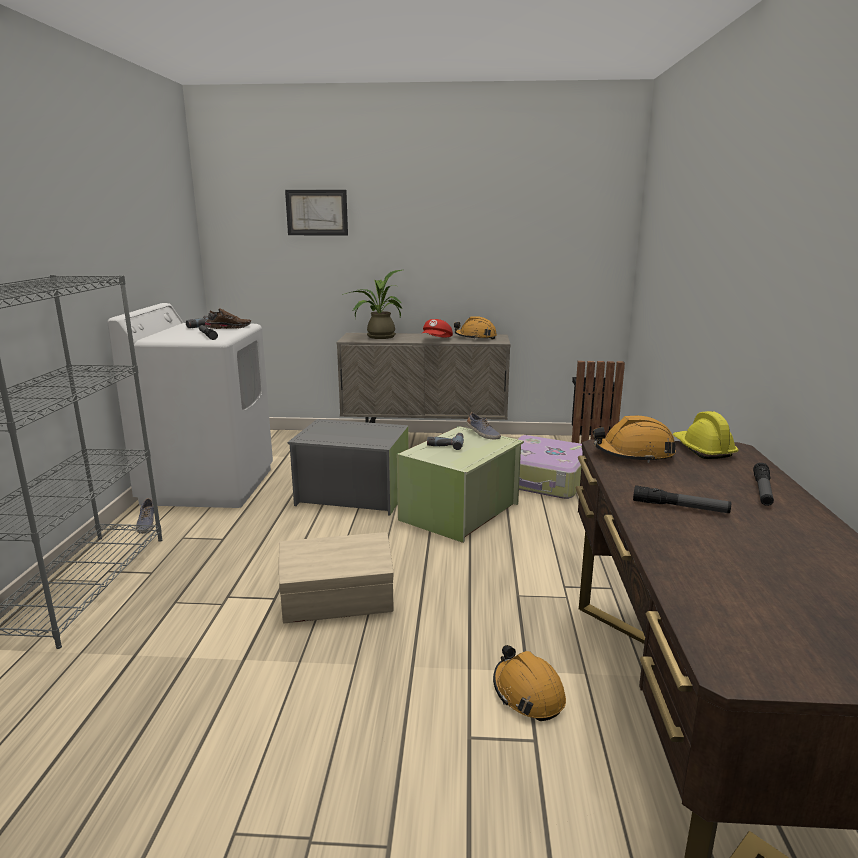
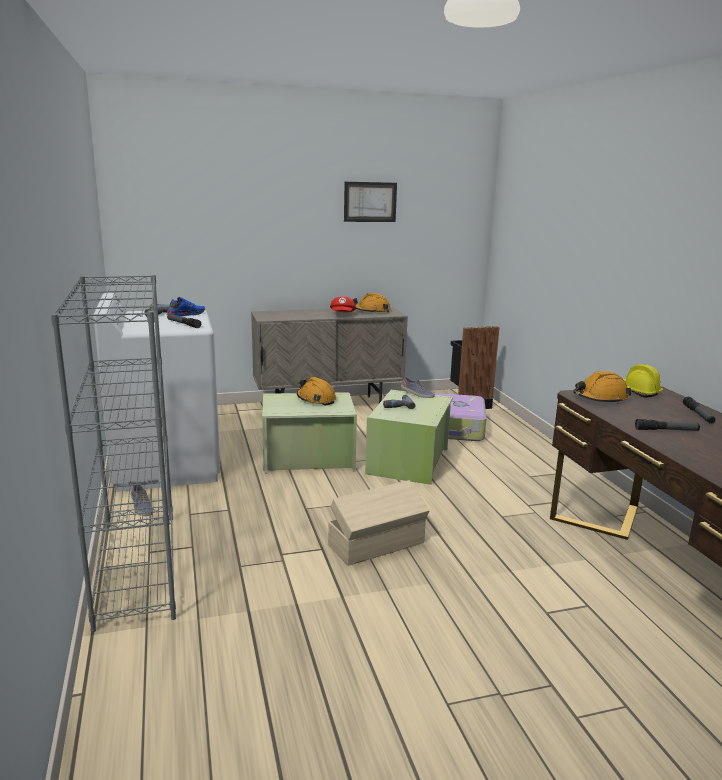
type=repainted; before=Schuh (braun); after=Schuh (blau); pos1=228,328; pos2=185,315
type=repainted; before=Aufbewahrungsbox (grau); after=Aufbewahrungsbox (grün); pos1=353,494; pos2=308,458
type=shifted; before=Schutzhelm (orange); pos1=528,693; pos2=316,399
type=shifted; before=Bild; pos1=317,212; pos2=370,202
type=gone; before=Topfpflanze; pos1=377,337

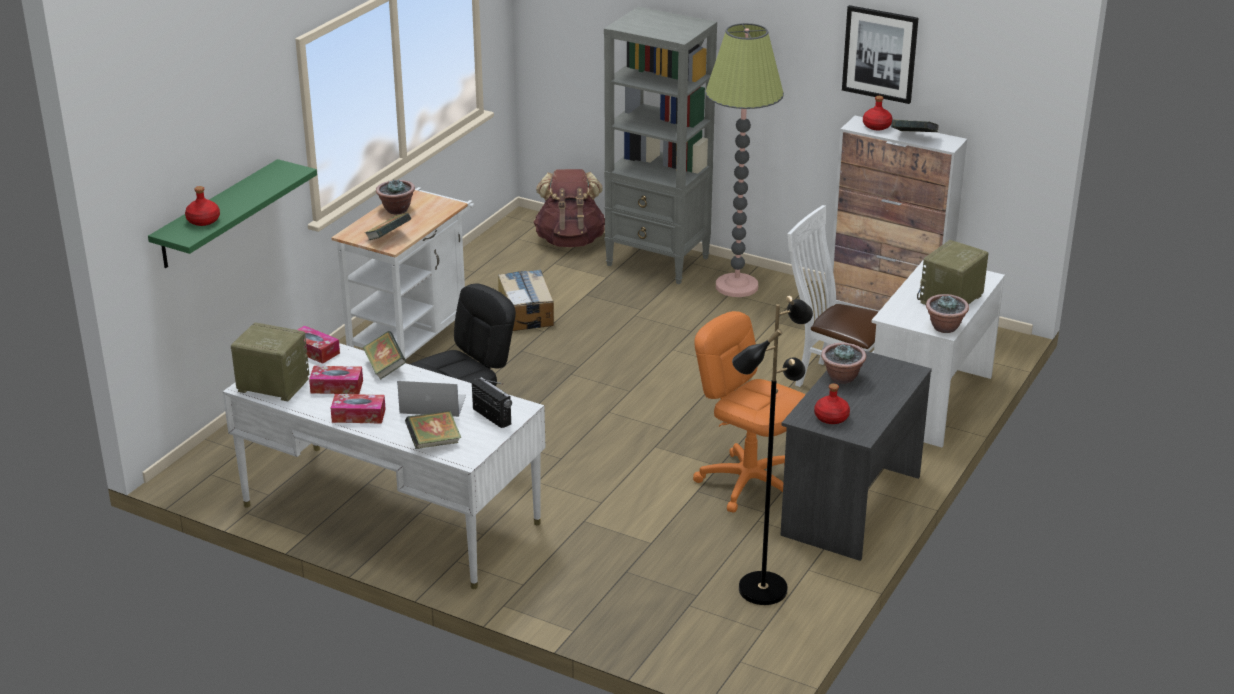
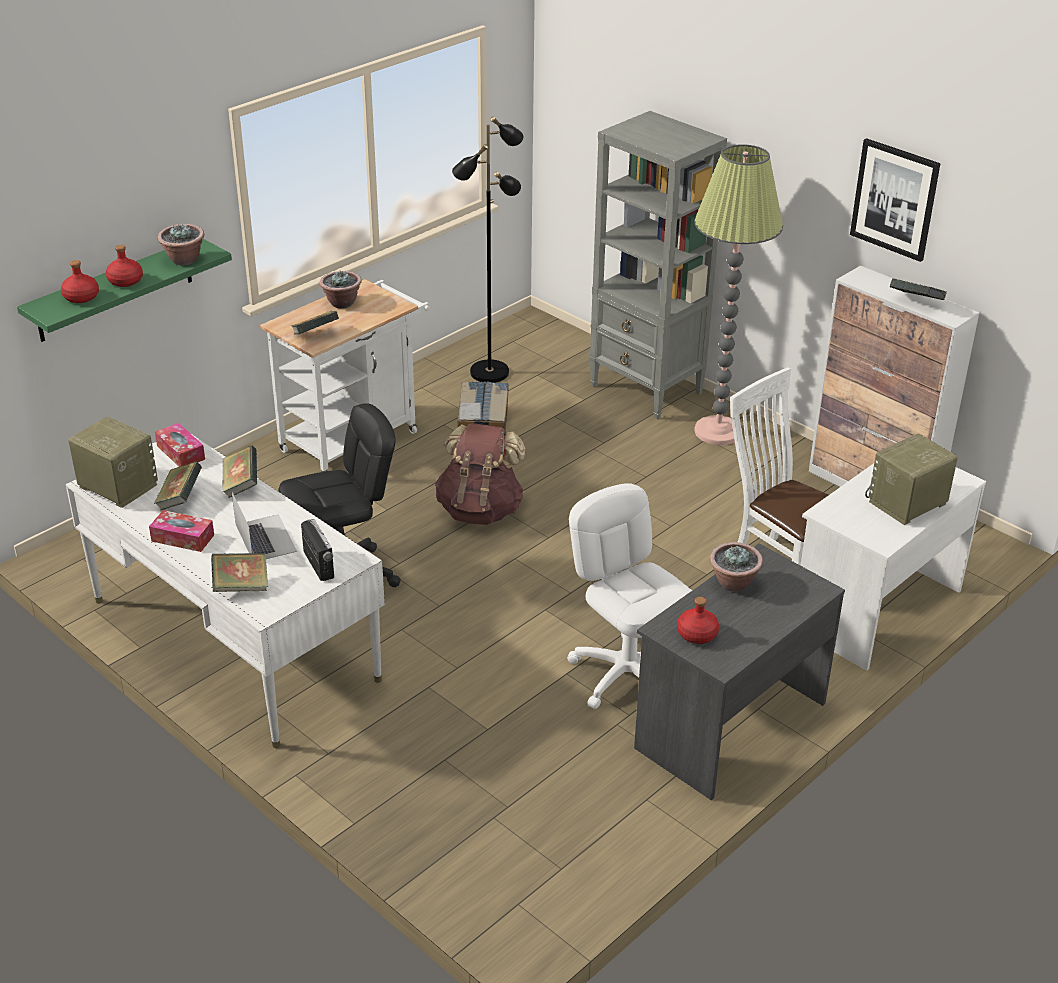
type=shifted; before=Flasche (rot); pos1=877,126; pos2=126,281
type=swapped; before=Taschentuchbox; after=Buch; pos1=337,387; pos2=180,499
type=shifted; before=Topfpflanze; pos1=945,327; pos2=184,260
type=rotated; before=Laptop; pos1=432,404; pos2=265,538; turn=45
type=shifted; before=Rucksack (braun); pos1=570,240; pos2=480,510
type=shifted; before=Stehlampe (schwarz); pos1=762,588; pos2=489,372
type=repainted; before=Bürostuhl (orange); after=Bürostuhl (weiß); pos1=748,483; pos2=627,674

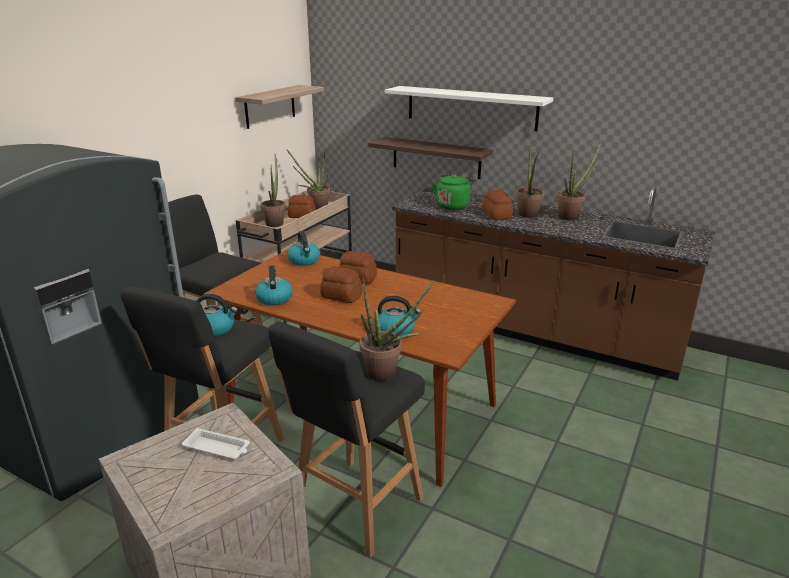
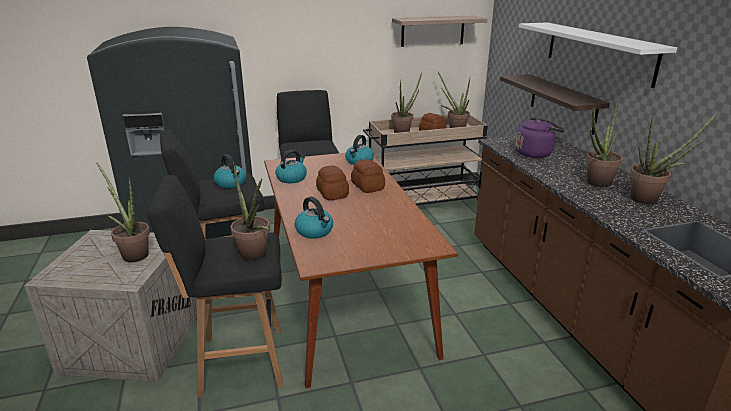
type=swapped; before=Tablett (weiß); after=Topfpflanze; pos1=218,448; pos2=133,254
type=repainted; before=Wasserkessel (grün); after=Wasserkessel (lila); pos1=453,206; pos2=535,153
type=gone; before=Brot; pos1=496,215

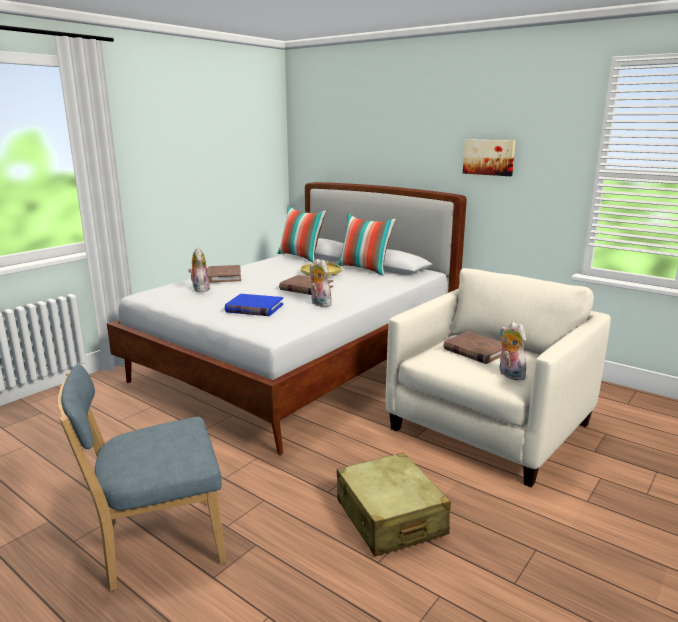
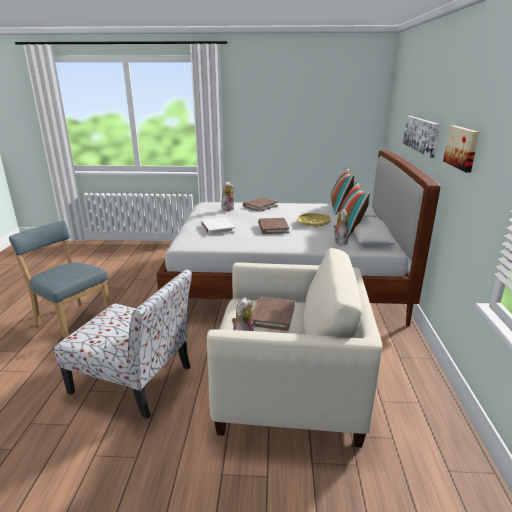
type=swapped; before=Koffer (beige); after=Stuhl; pos1=390,518; pos2=134,380
type=repainted; before=Buch (blau); after=Buch (weiß); pos1=254,308; pos2=217,228
type=shifted; before=Plüschtier; pos1=319,304; pos2=339,242
type=new; after=Bild; pos2=421,134

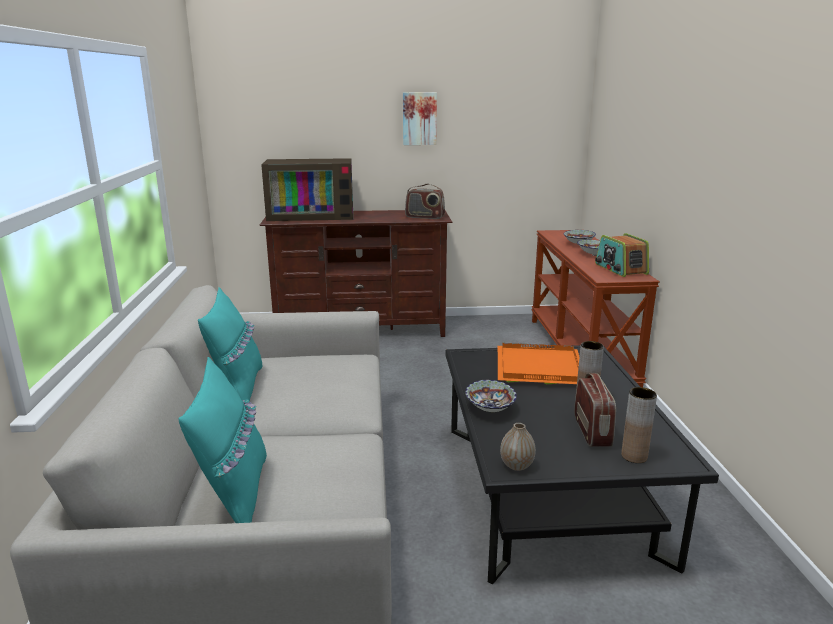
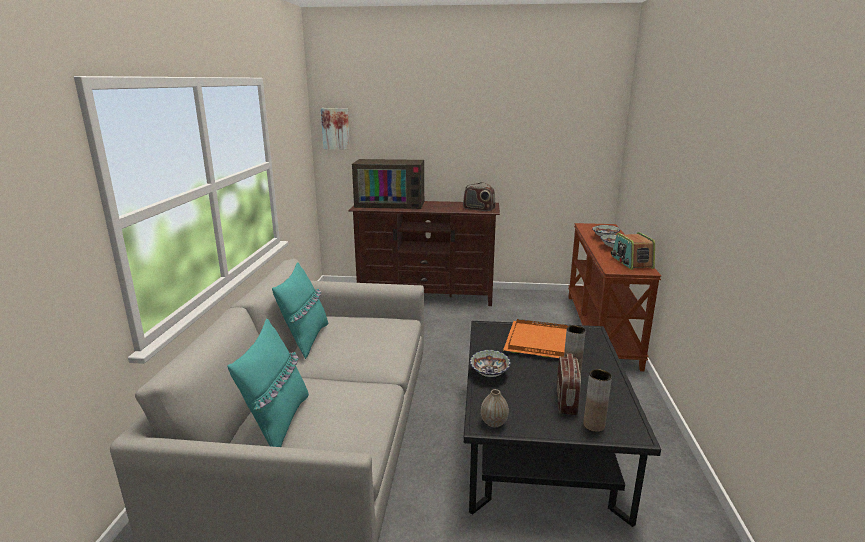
type=shifted; before=Bild; pos1=419,118; pos2=335,128

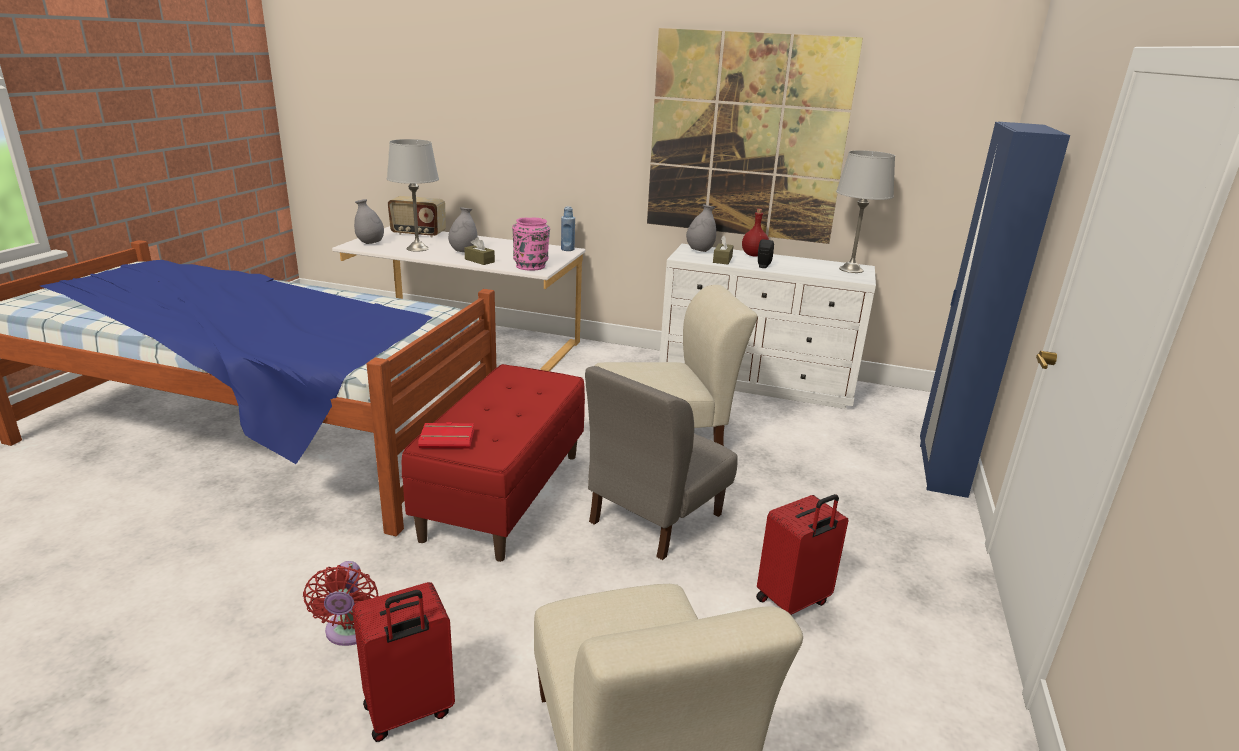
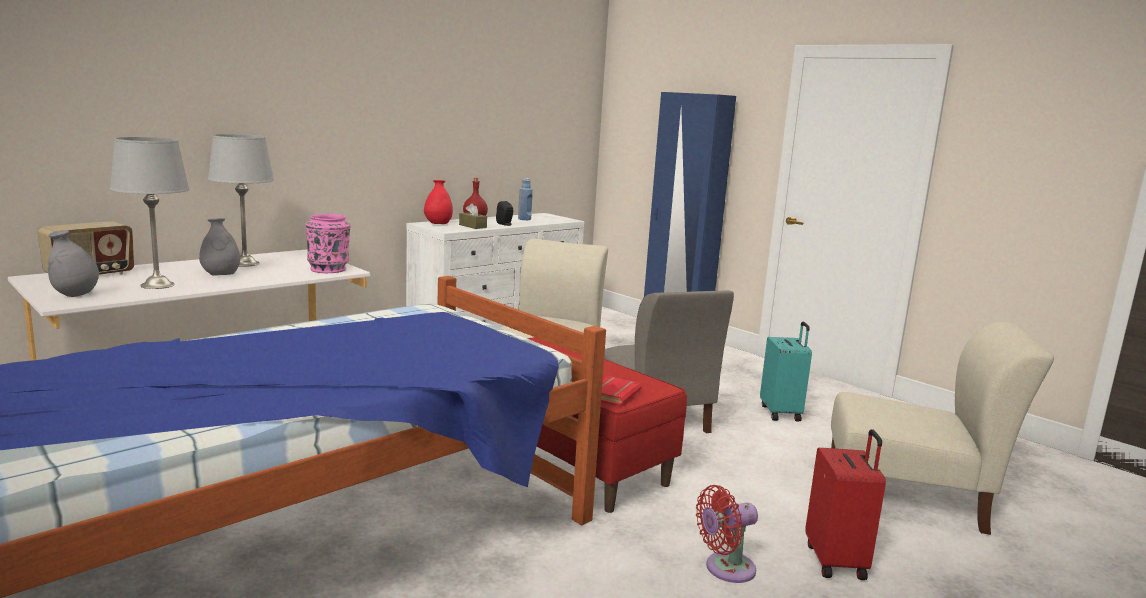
type=shifted; before=Tischlampe (grau); pos1=851,269; pos2=245,263
type=repainted; before=Vase (grau); after=Vase (rot); pos1=700,251; pos2=438,224
type=shifted; before=Flasche (blau); pos1=567,249; pos2=524,219
type=rotated; before=Ventilator (rot); pos1=350,632; pos2=725,569; turn=135
type=repainted; before=Koffer (rot); after=Koffer (türkis); pos1=793,602; pos2=781,413
type=gone; before=Taschentuchbox (braun); pos1=479,260
type=gone; before=Bild; pos1=746,138

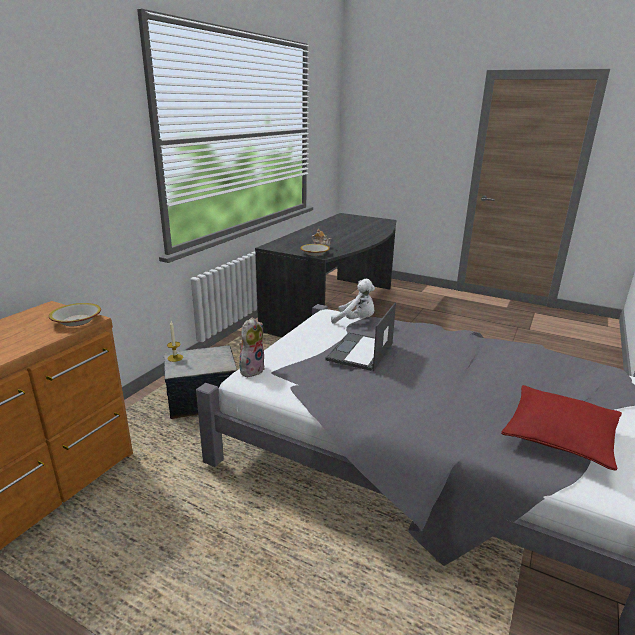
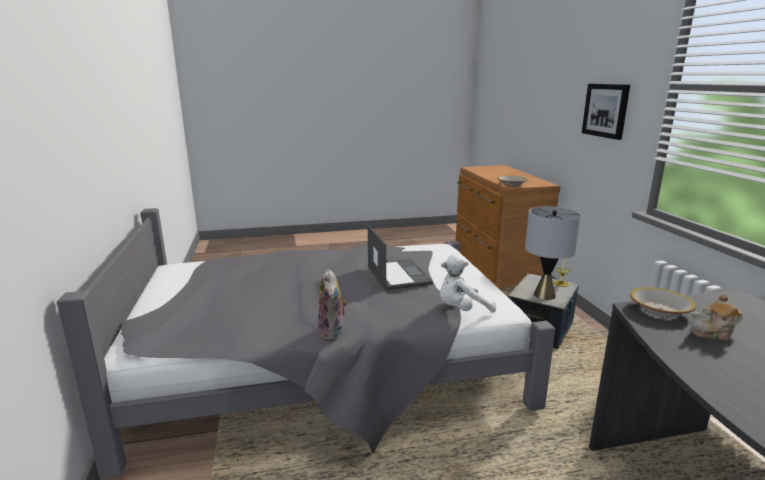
type=shifted; before=Plüschtier; pos1=251,369; pos2=333,333
type=new; after=Tischlampe (grau); pos2=544,295
type=new; after=Bild; pos2=606,110
type=gone; before=Kissen (rot); pos1=559,435

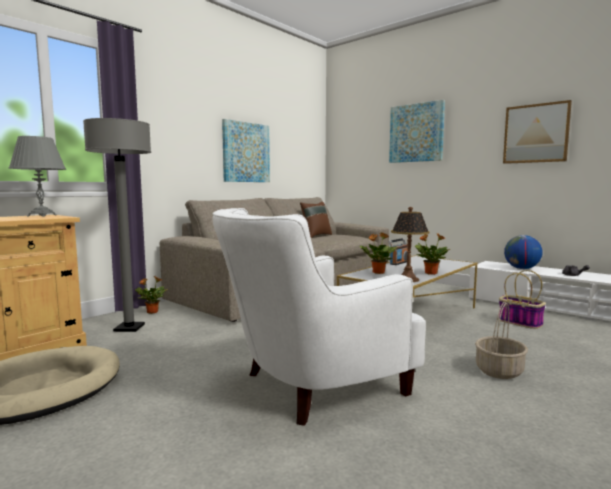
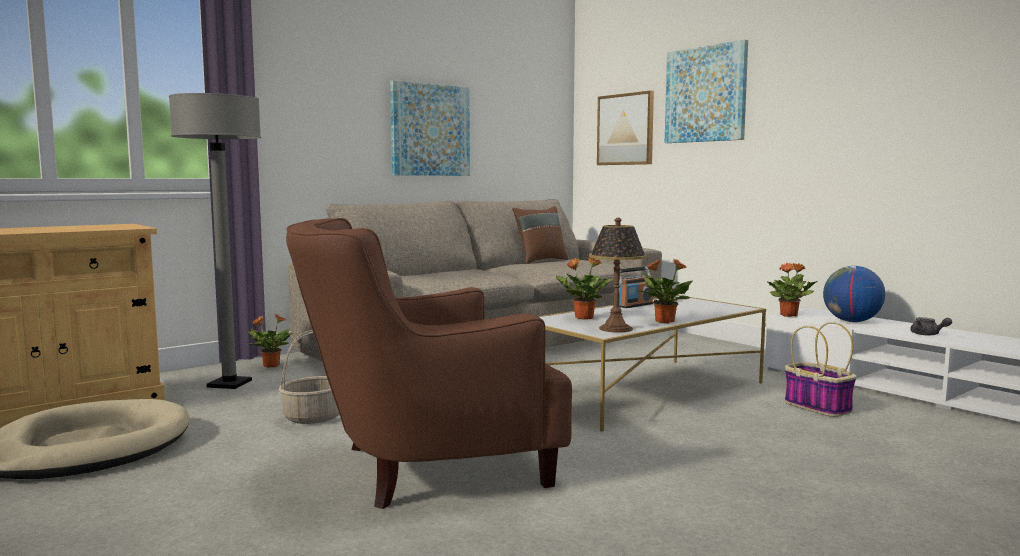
type=shifted; before=Korb; pos1=499,370; pos2=314,416
type=repainted; before=Sessel (weiß); after=Sessel (braun); pos1=311,385; pos2=426,466
type=shifted; before=Bild; pos1=536,133; pos2=625,129
type=new; after=Topfpflanze; pos2=789,315
type=gone; before=Tischlampe (grau); pos1=42,215

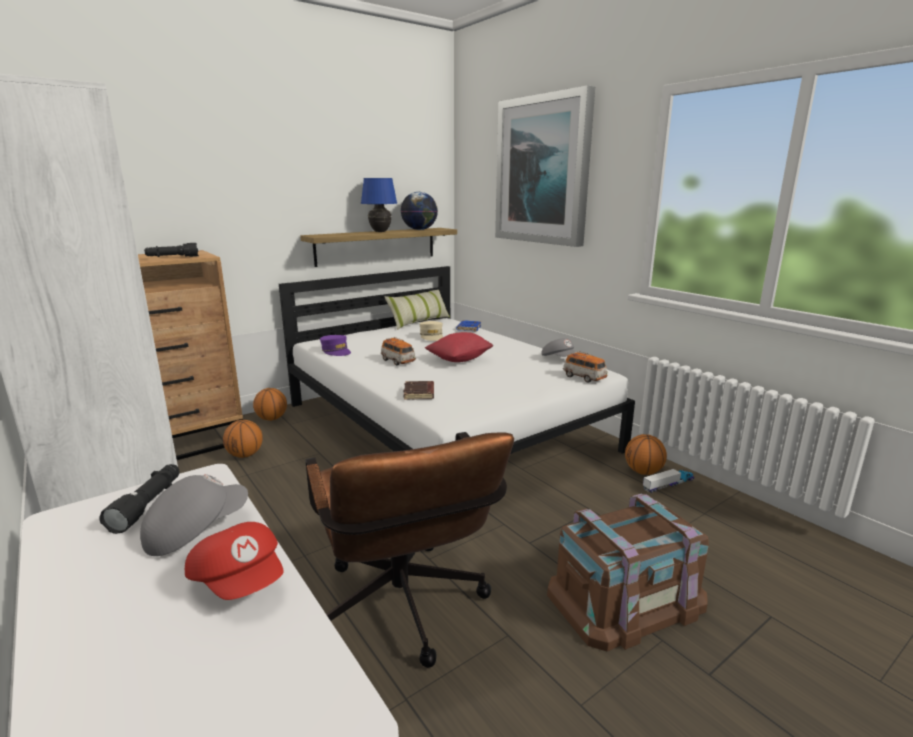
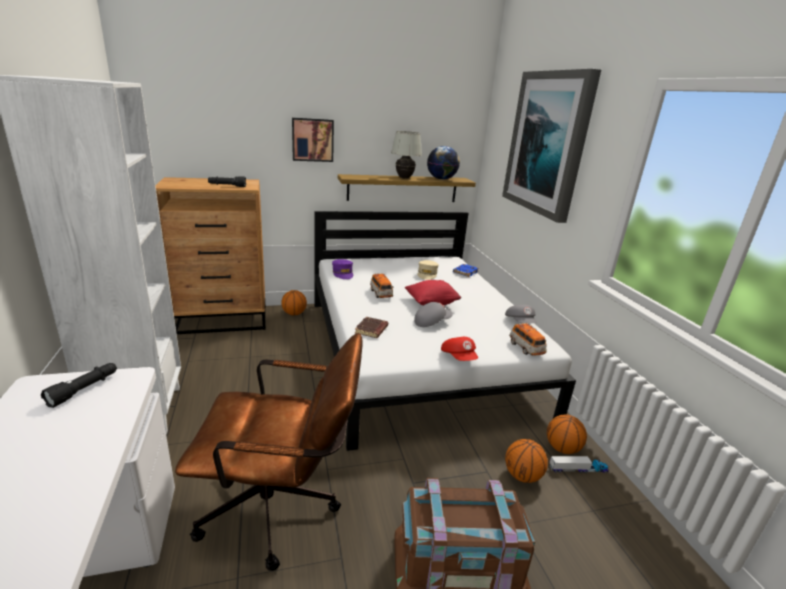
type=rotated; before=Bürostuhl (braun); pos1=405,612; pos2=281,508; turn=-90
type=new; after=Bild; pos2=312,140
type=repainted; before=Tischlampe (blau); after=Tischlampe (weiß); pos1=380,232; pos2=404,178
type=shifted; before=Kappe (grau); pos1=196,530; pos2=431,322
type=shifted; before=Kappe (rot); pos1=241,581; pos2=459,357
type=shifted; before=Basketball; pos1=245,455; pos2=522,476
type=gone; before=Kissen; pos1=419,322

